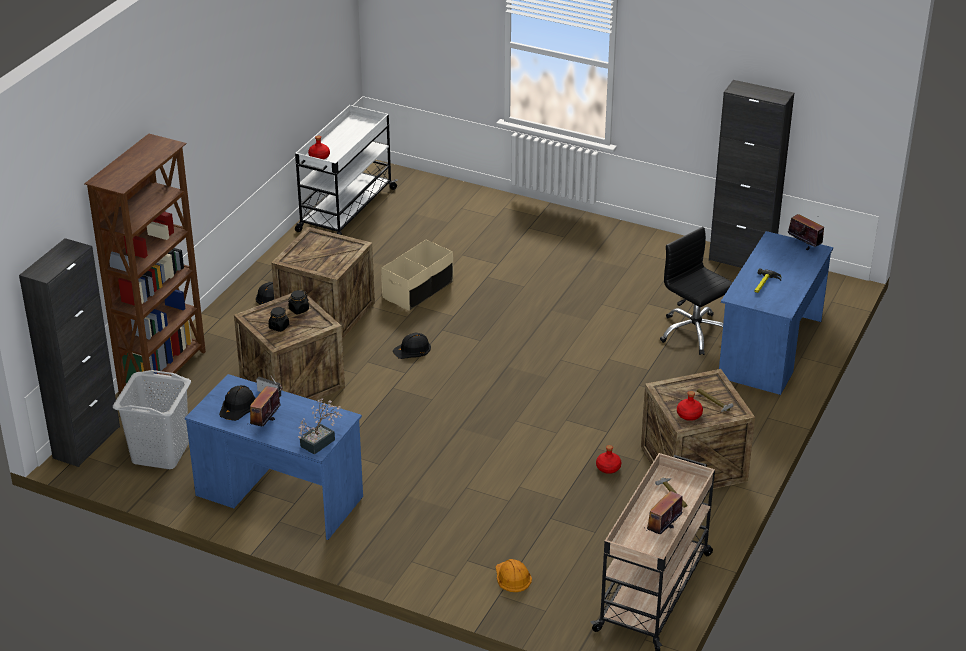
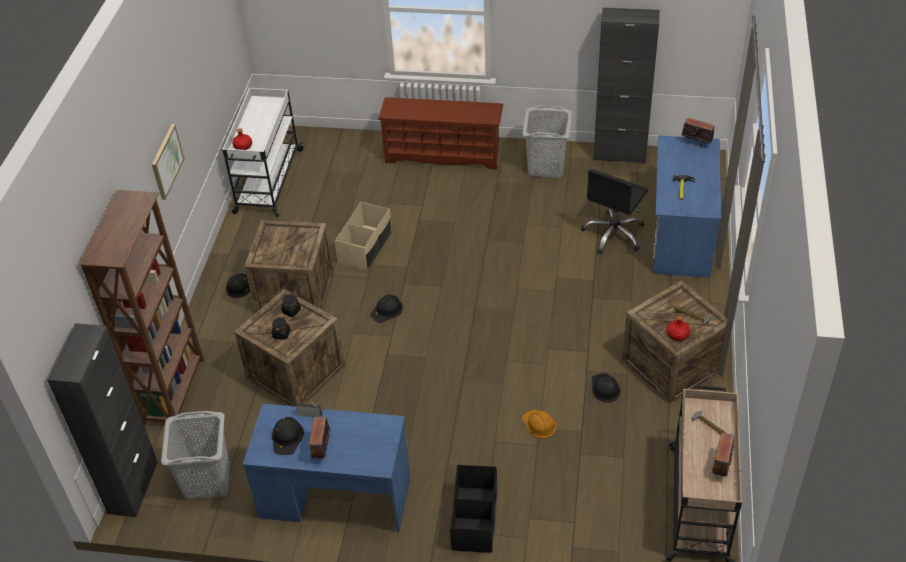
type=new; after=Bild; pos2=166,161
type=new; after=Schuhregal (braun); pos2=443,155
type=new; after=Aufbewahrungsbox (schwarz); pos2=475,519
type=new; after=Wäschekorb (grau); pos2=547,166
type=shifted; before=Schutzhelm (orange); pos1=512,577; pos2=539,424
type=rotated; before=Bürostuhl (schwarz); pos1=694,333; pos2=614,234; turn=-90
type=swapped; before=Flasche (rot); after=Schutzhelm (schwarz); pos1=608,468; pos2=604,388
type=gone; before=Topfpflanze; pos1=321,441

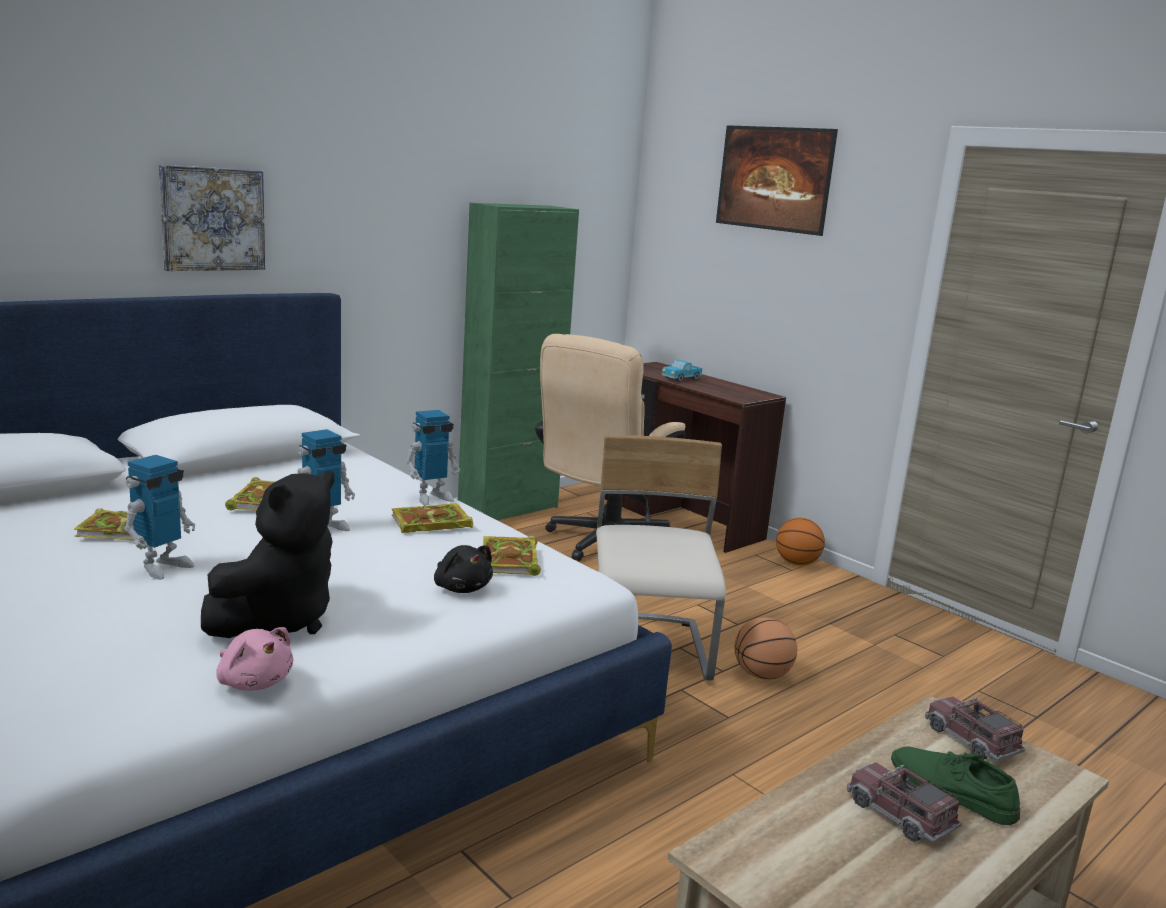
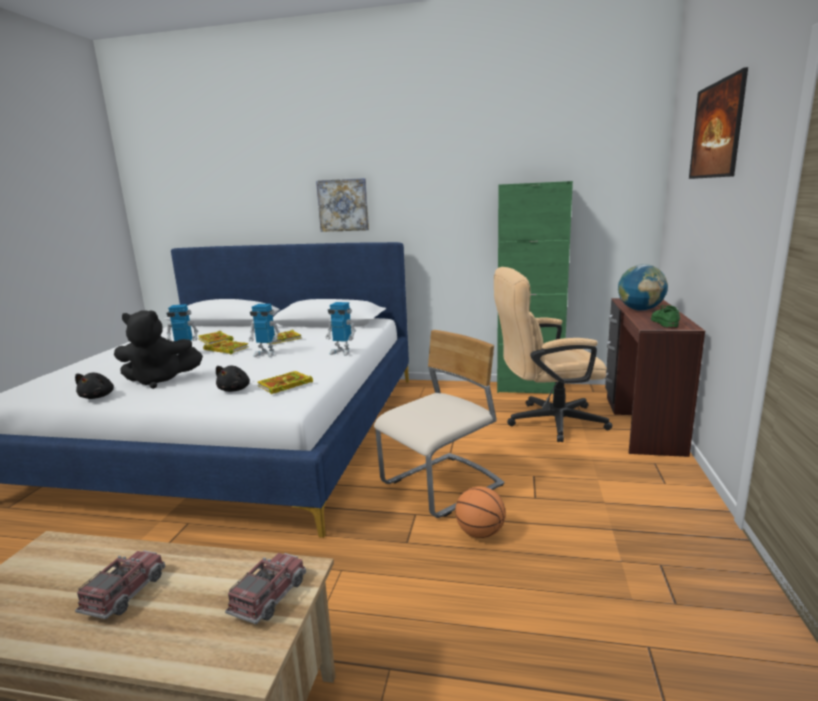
type=repainted; before=Plüschtier (rosa); after=Plüschtier (schwarz); pos1=254,682; pos2=98,396
type=shifted; before=Buch; pos1=429,523; pos2=226,349
type=swapped; before=Spielzeuglaster; after=Globus; pos1=681,379; pos2=640,309
type=shifted; before=Schuh (grün); pos1=950,791; pos2=663,322
type=gone; before=Basketball; pos1=796,563

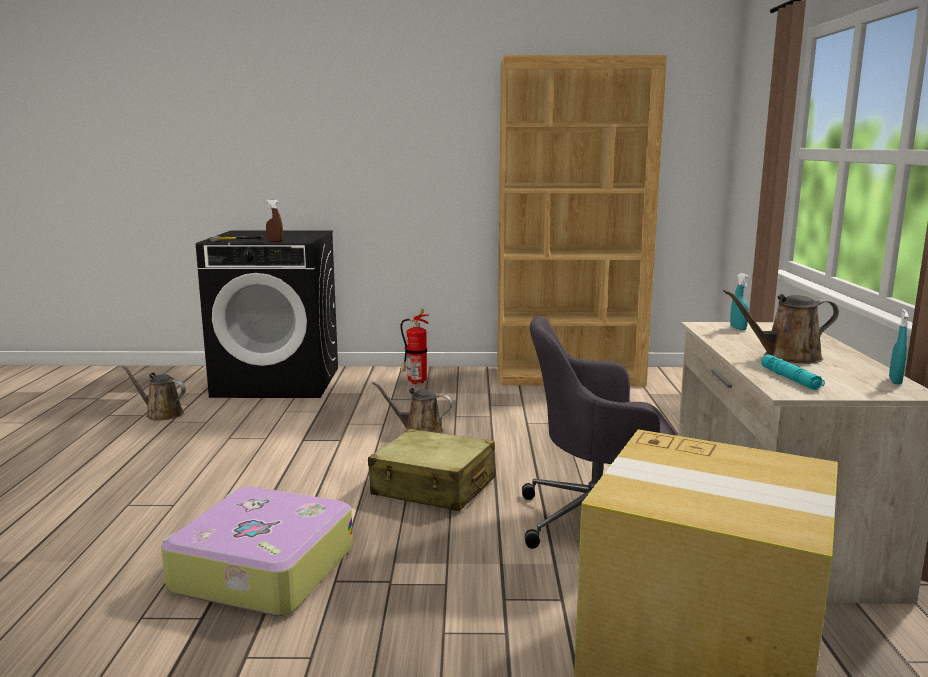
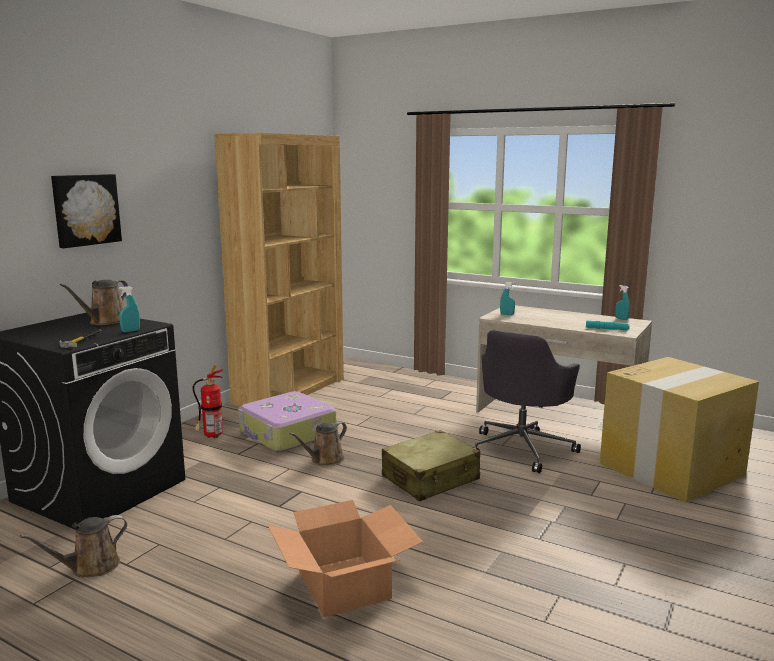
type=new; after=Bild; pos2=85,210
type=shifted; before=Gießkanne (braun); pos1=786,357; pos2=105,322
type=repainted; before=Sprühflasche (braun); after=Sprühflasche (türkis); pos1=275,241; pos2=130,331
type=shifted; before=Koffer; pos1=261,570; pos2=287,433
type=new; after=Karton; pos2=345,584

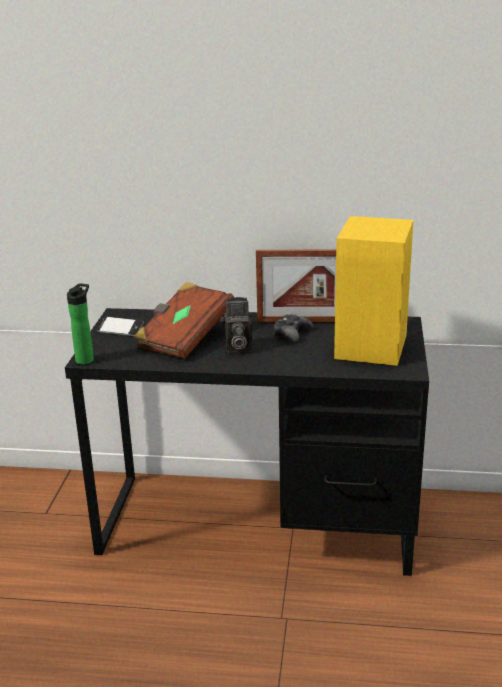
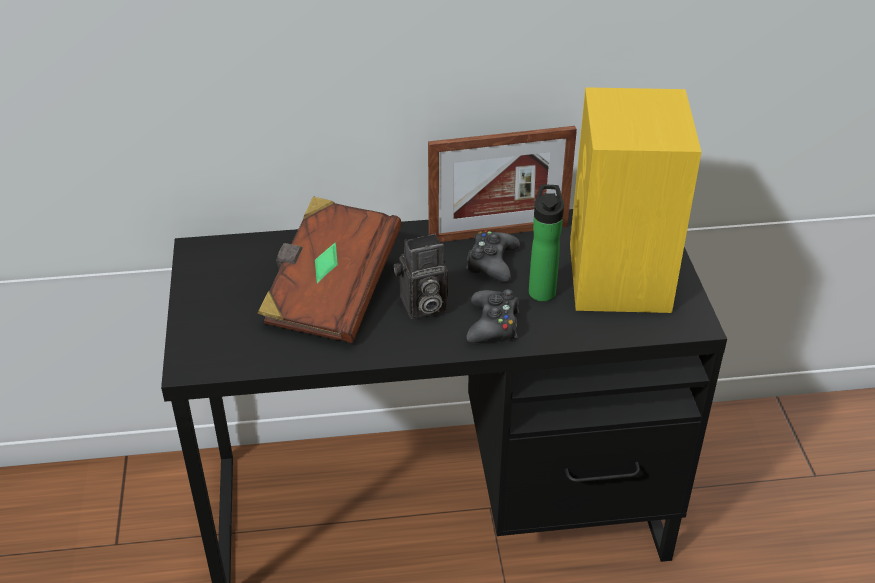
type=new; after=Gamepad (schwarz); pos2=493,324
type=shifted; before=Flasche; pos1=86,359; pos2=542,290
type=gone; before=Handy; pos1=120,330

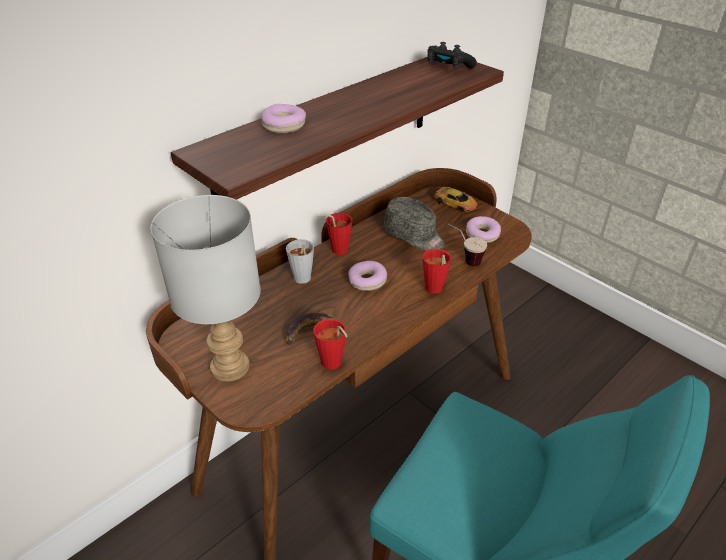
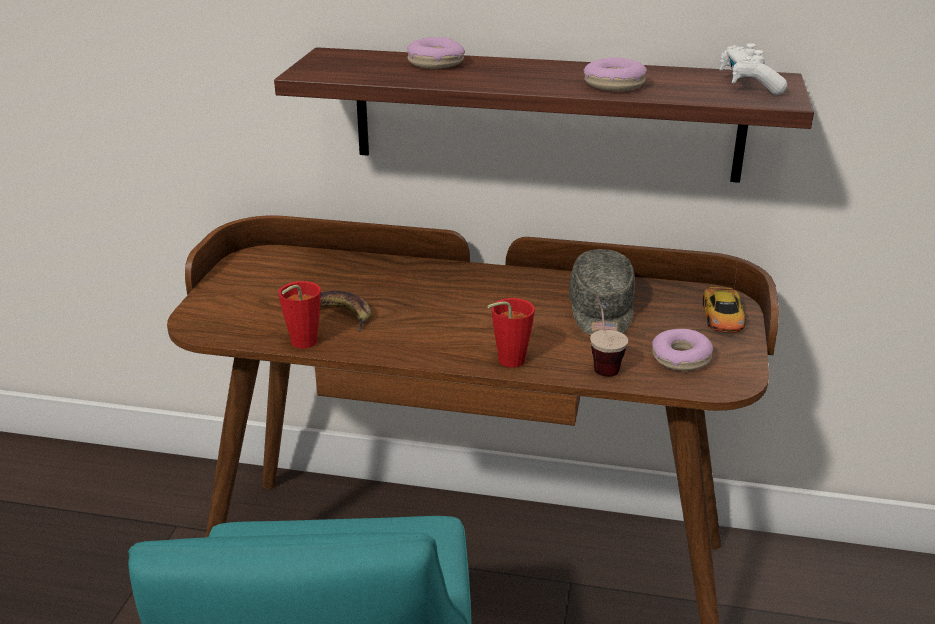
type=shifted; before=Donut; pos1=367,281; pos2=614,85
type=repainted; before=Gamepad (schwarz); after=Gamepad (weiß); pos1=448,67; pos2=749,85
type=gone; before=Tischlampe (grau); pos1=231,366
type=gone; before=Tasse (grau); pos1=301,280
type=gone; before=Tasse (rot); pos1=336,250

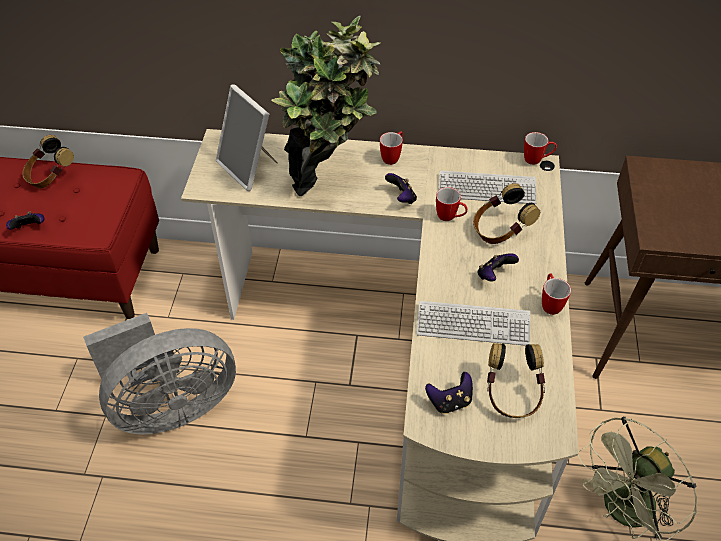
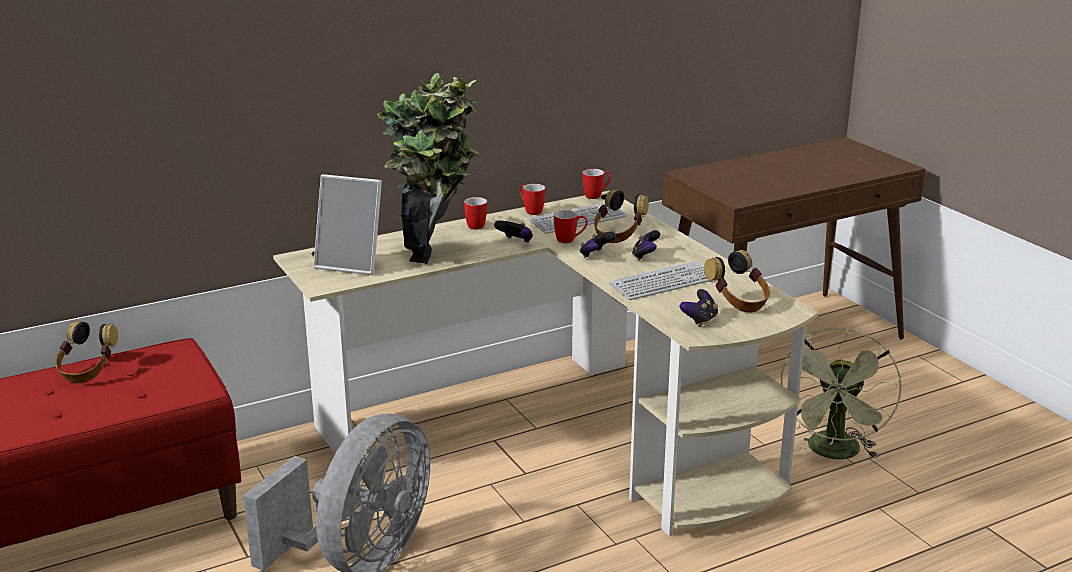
type=shifted; before=Henkelbecher; pos1=549,303; pos2=530,211
type=shifted; before=Gamepad; pos1=30,228; pos2=595,255

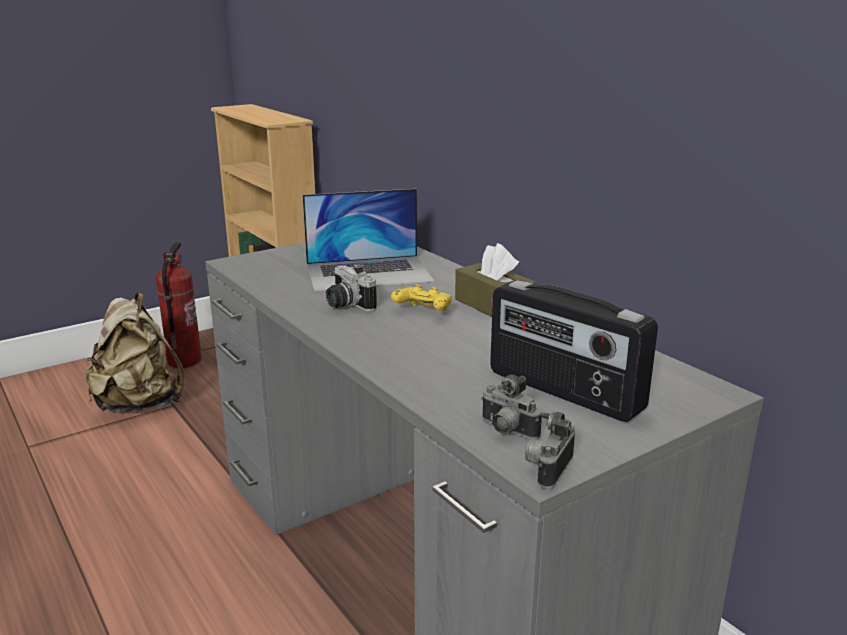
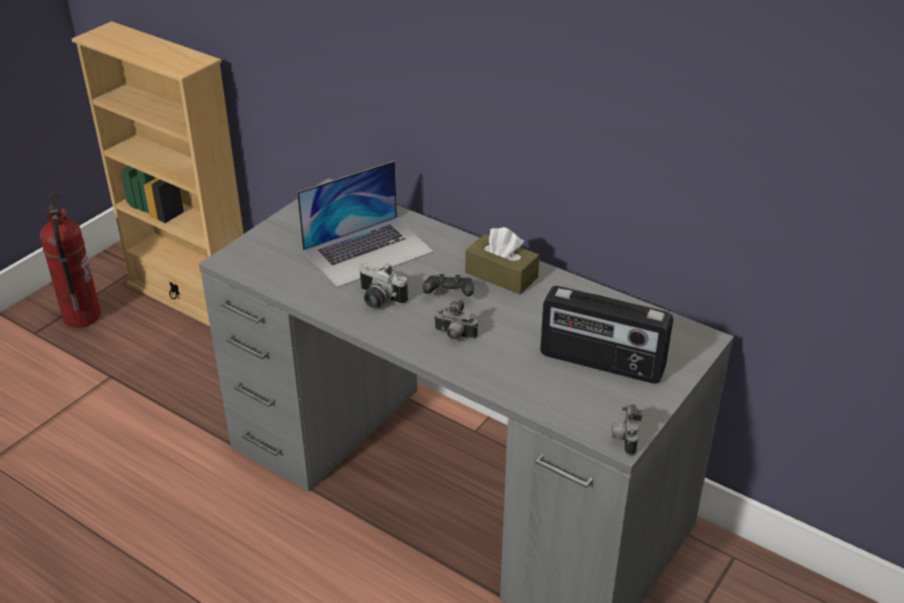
type=repainted; before=Gamepad (gelb); after=Gamepad (schwarz); pos1=423,312; pos2=449,295
type=shifted; before=Kamera; pos1=506,431; pos2=454,335
type=gone; before=Rucksack (beige); pos1=139,404

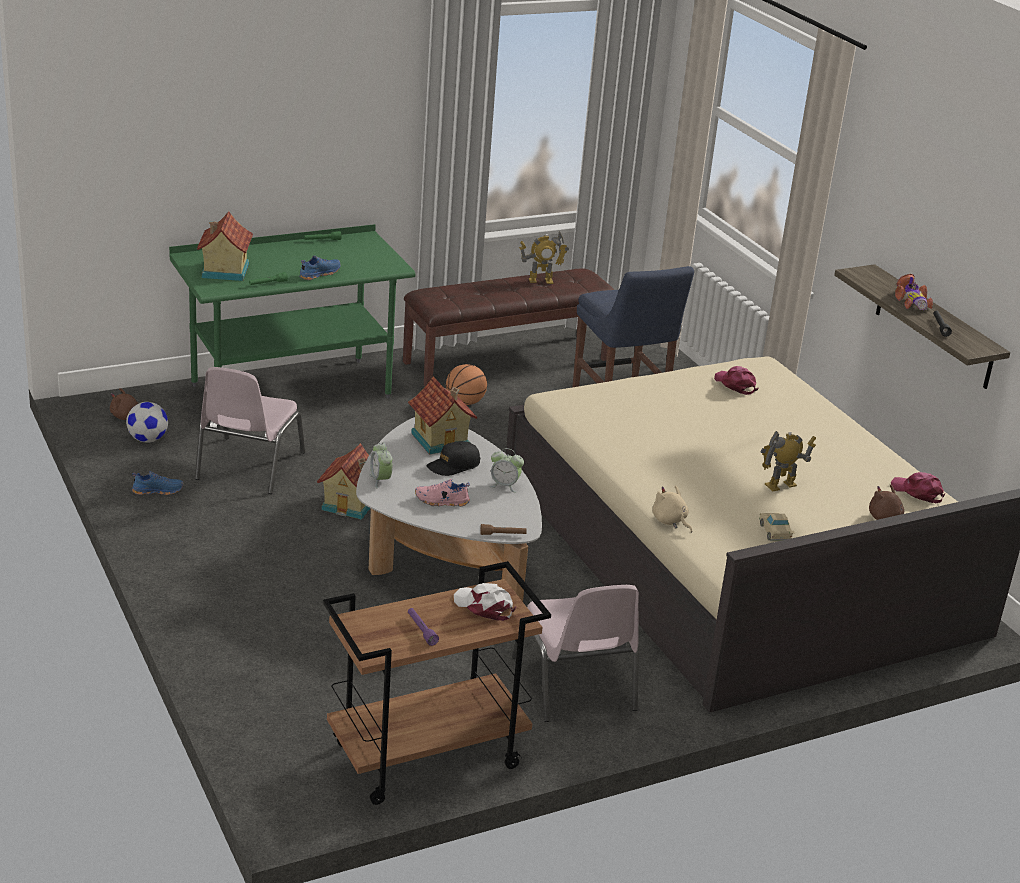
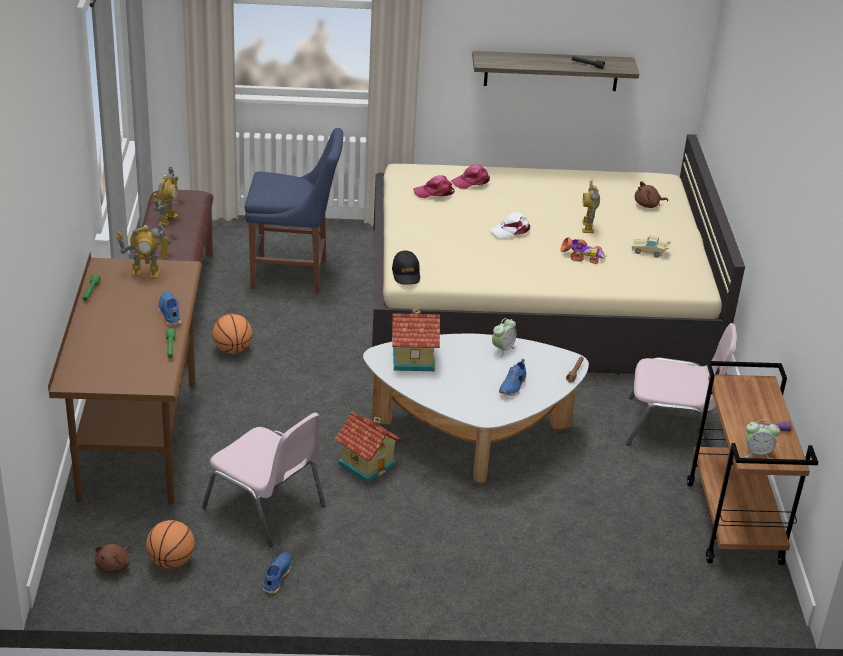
type=repainted; before=Schreibtisch (grün); after=Schreibtisch (braun); pos1=291,391; pos2=138,443
type=new; after=Spielzeugroboter; pos2=146,273
type=swapped; before=Fußball; after=Basketball; pos1=147,439; pos2=171,562
type=shifted; before=Kappe (schwarz); pos1=453,465; pos2=406,273
type=shifted; before=Kappe (rosa); pos1=917,492; pos2=471,181
type=shifted; before=Kappe (weiß); pos1=484,606; pos2=511,230
type=repainted; before=Schuh (rosa); after=Schuh (blau); pos1=441,501; pos2=513,386
type=shifted; before=Spielzeugauto; pos1=911,301; pos2=582,256
type=shifted; before=Wecker; pos1=380,480; pos2=757,453
type=gone; before=Spielzeughaus; pos1=224,271
type=gone; before=Plüschtier (beige); pos1=670,521

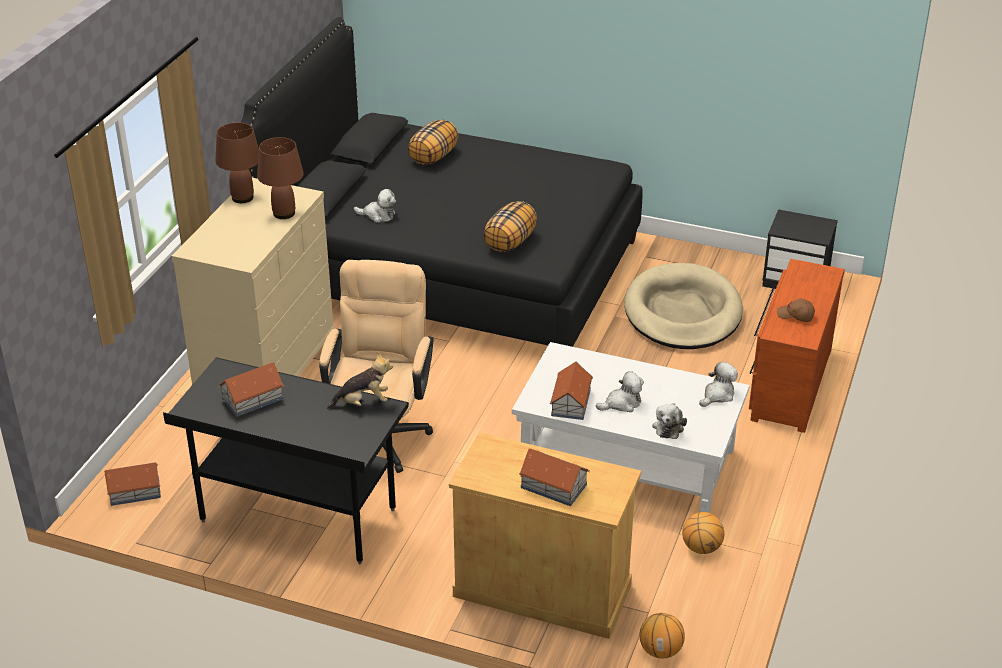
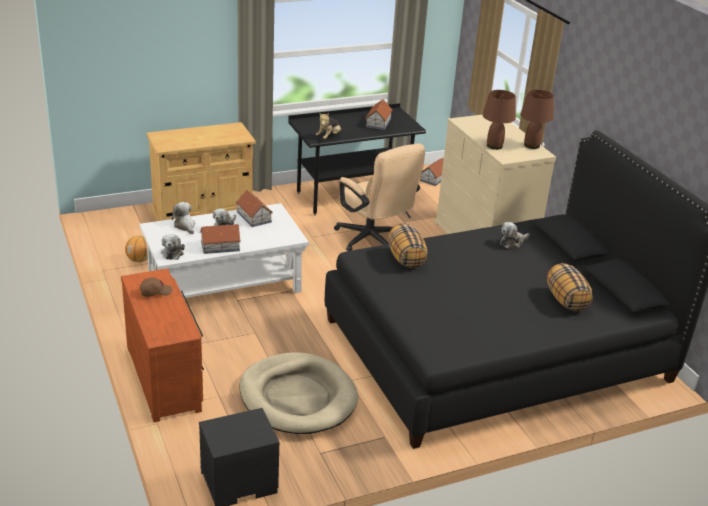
type=shifted; before=Spielzeughaus; pos1=553,485; pos2=220,246
type=gone; before=Basketball; pos1=660,650

